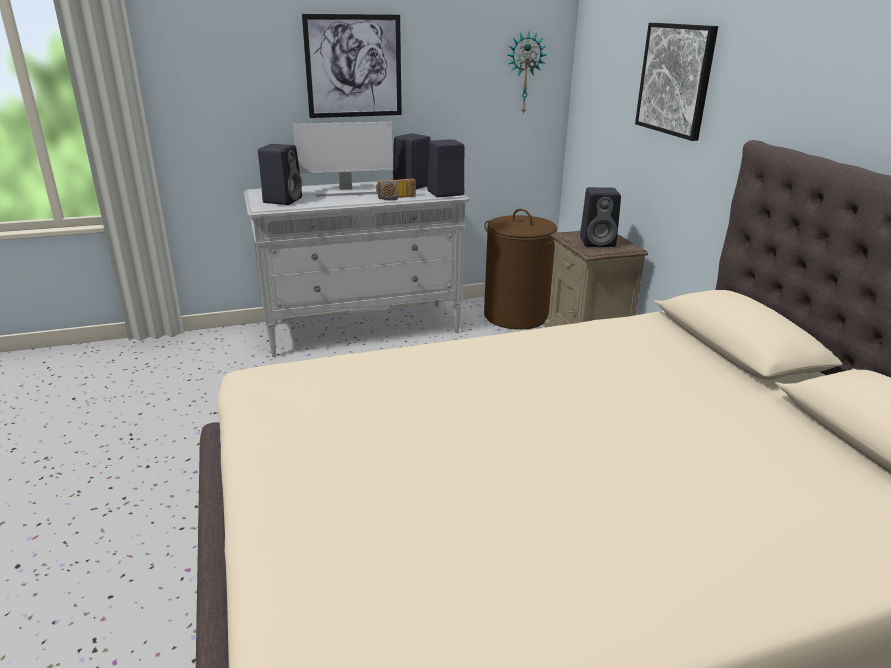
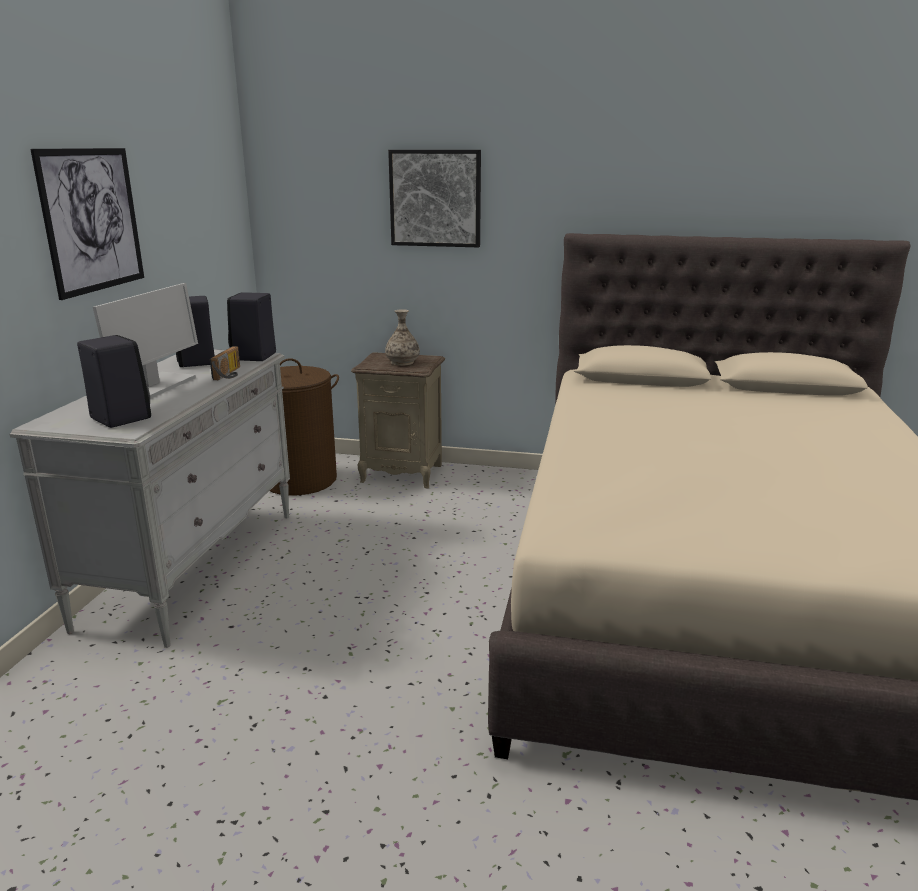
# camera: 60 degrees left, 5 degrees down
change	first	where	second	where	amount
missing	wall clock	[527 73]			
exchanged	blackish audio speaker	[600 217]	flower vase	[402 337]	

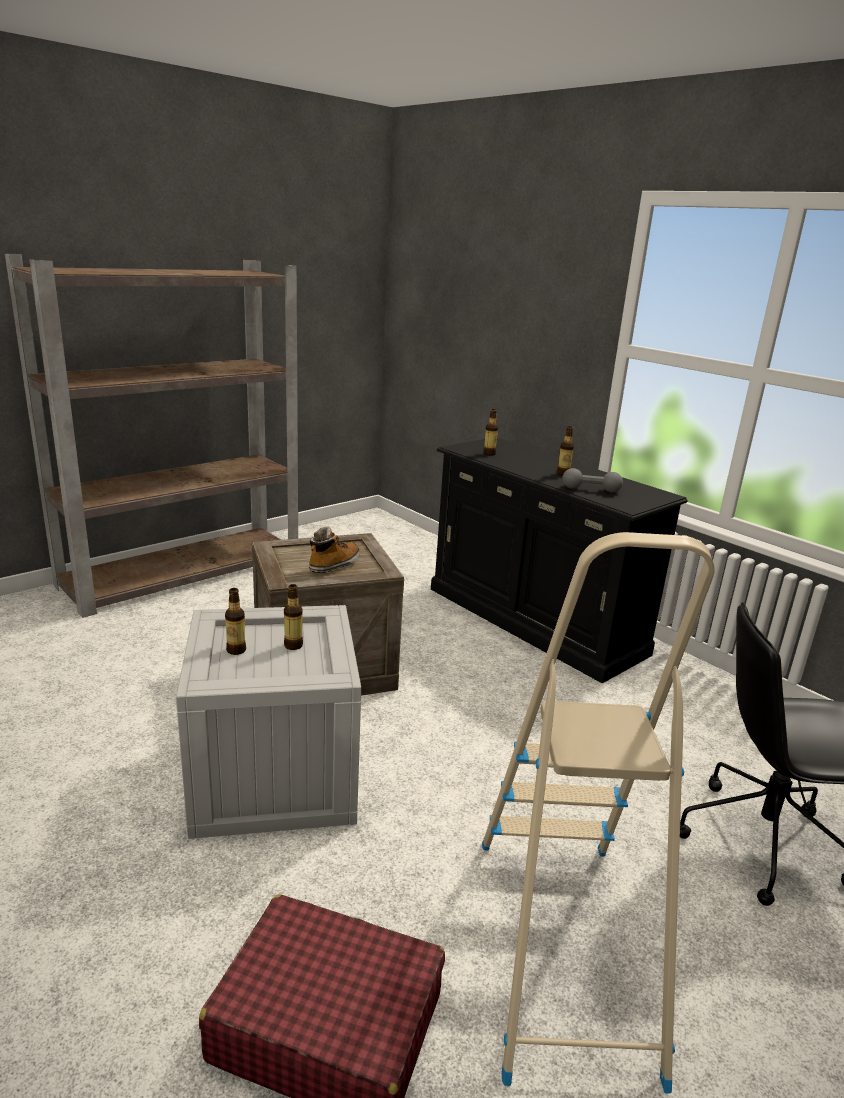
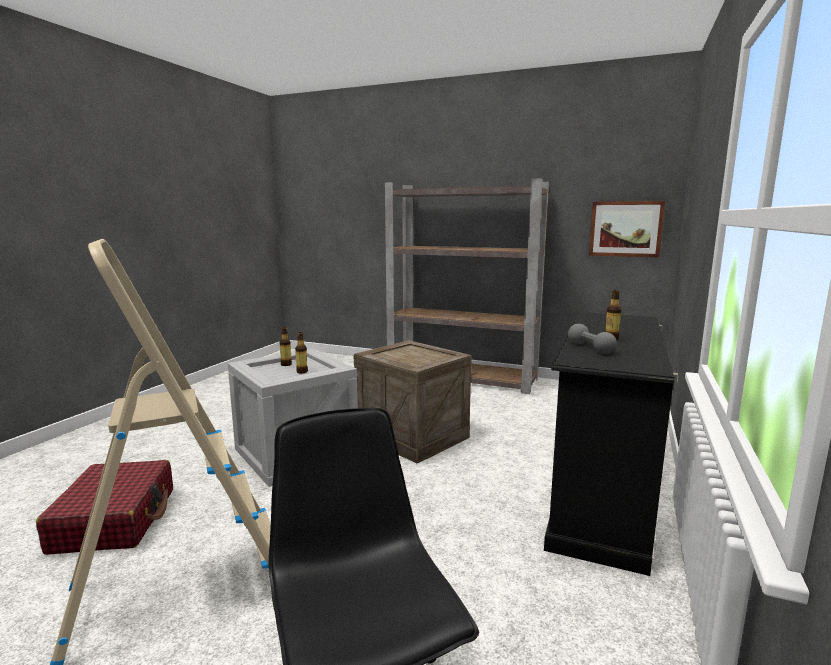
# camera: 65 degrees right, 10 degrees down
change	first	where	second	where	amount
missing	beverage bottle	[490 432]			
missing	high-top boot	[334 549]			
appeared			picture	[627 229]	

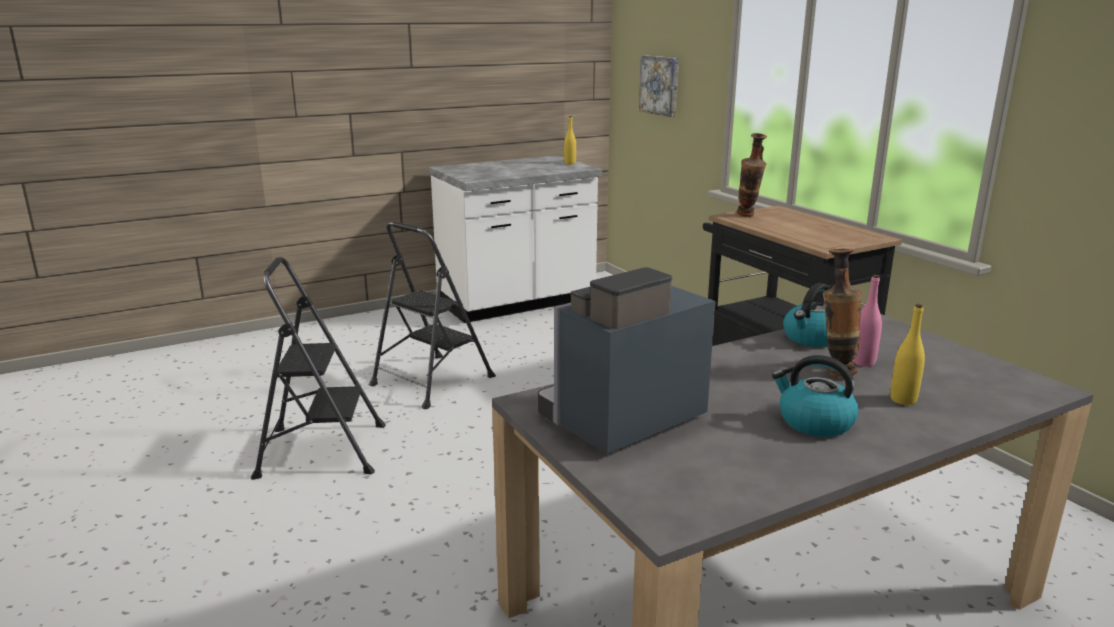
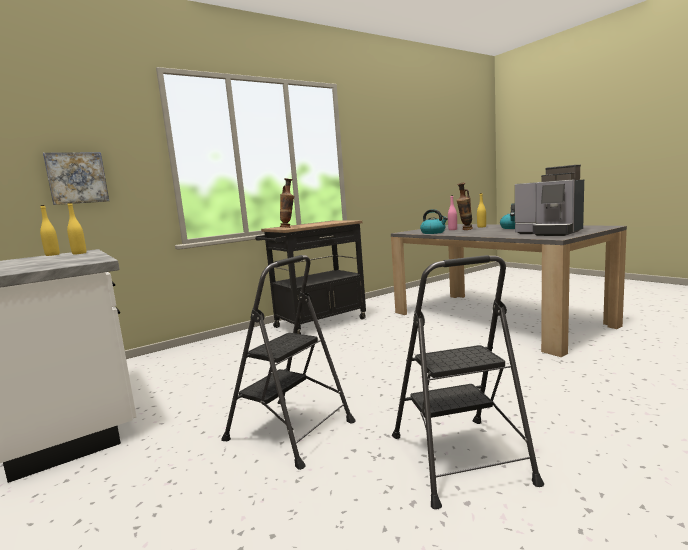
# camera: 95 degrees left, 10 degrees down
change	first	where	second	where	amount
appeared			yellow-coloured beverage bottle	[76 228]	

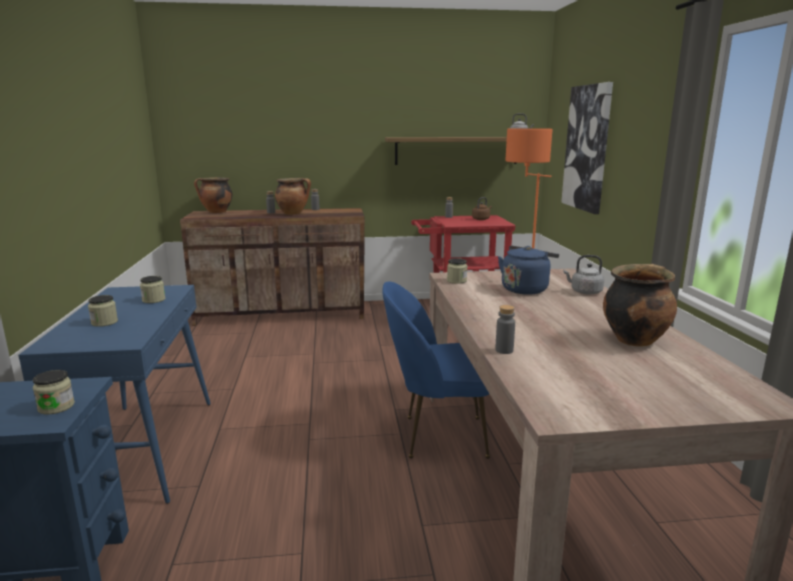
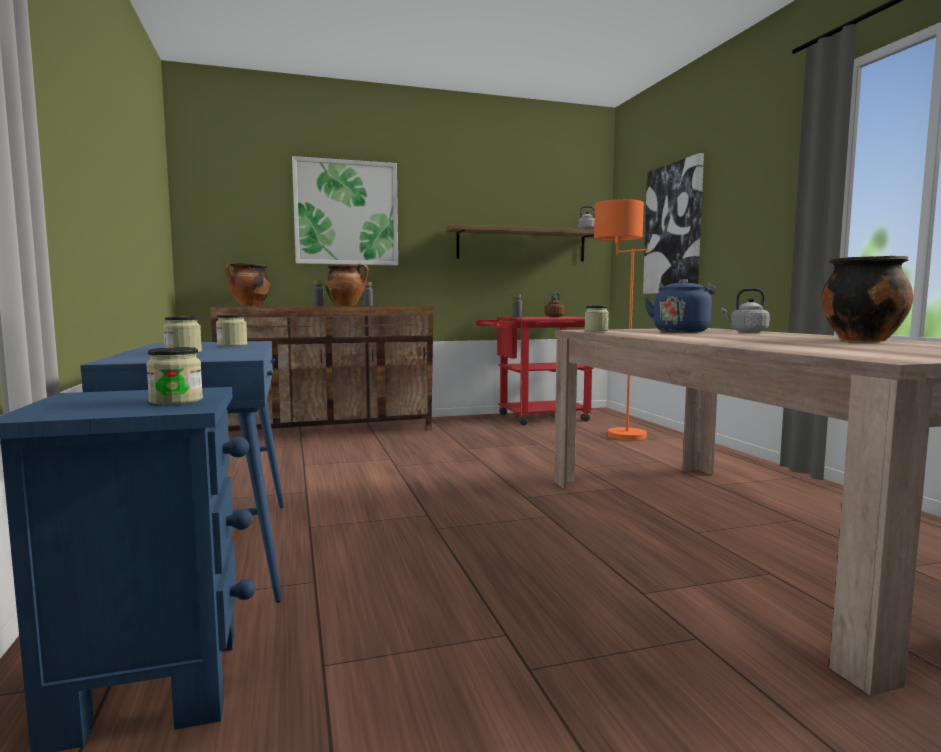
# camera: 10 degrees left, 10 degrees down
change	first	where	second	where	amount
missing	bluish plain chair	[436 370]			
missing	greyish beverage bottle	[505 329]			
appeared			picture	[345 210]	

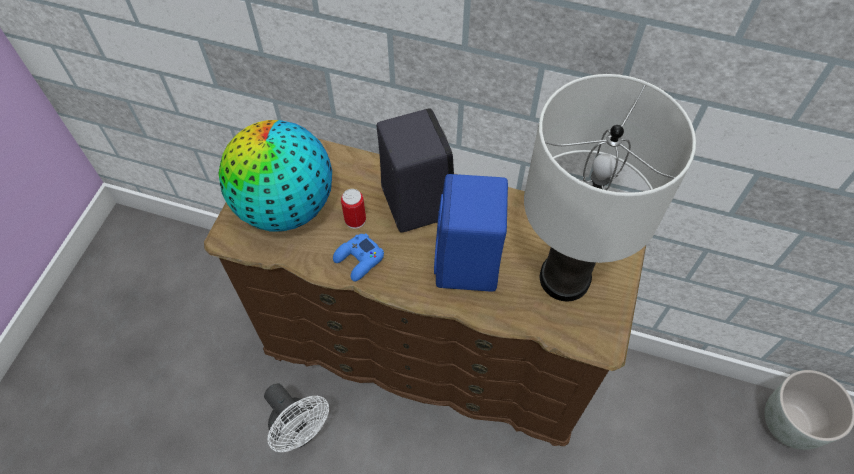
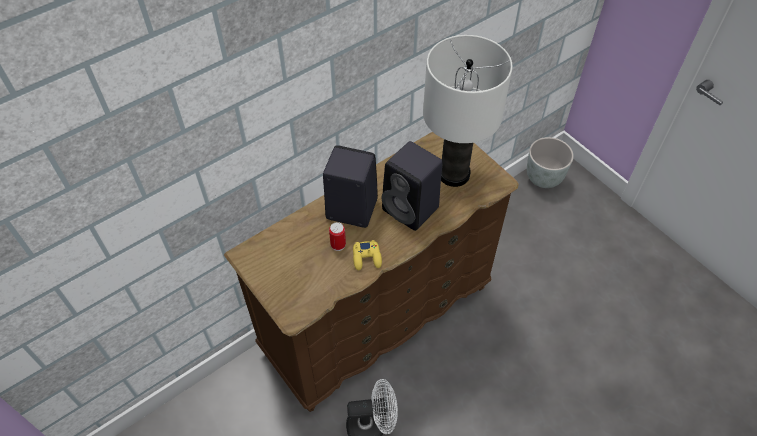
# camera: 55 degrees left, 5 degrees down
change	first	where	second	where	amount
missing	globe	[275 175]			
colour	bluish audio speaker	[471 233]	blackish audio speaker	[412 186]	
colour	bluish game controller	[358 257]	yellow-coloured game controller	[367 255]	

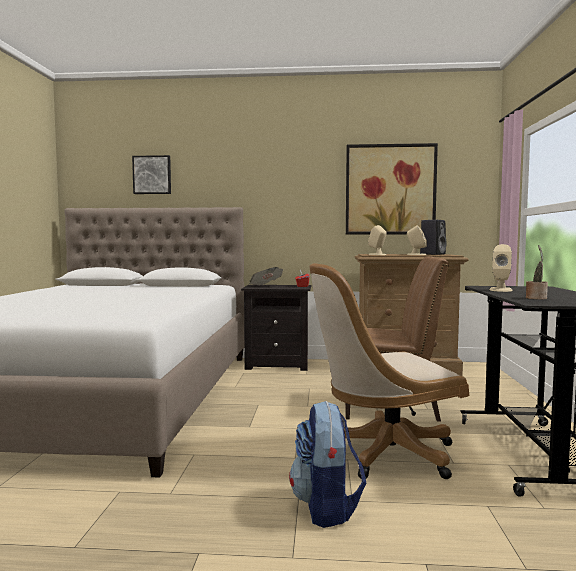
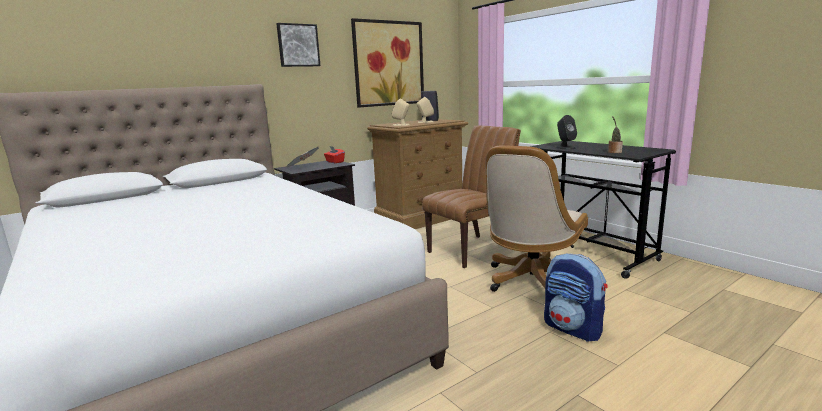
# camera: 40 degrees left, 10 degrees up
change	first	where	second	where	amount
relocated	picture	[151 174]		[298 45]	
colour	sand-coloured audio speaker	[501 268]	blackish audio speaker	[566 132]	

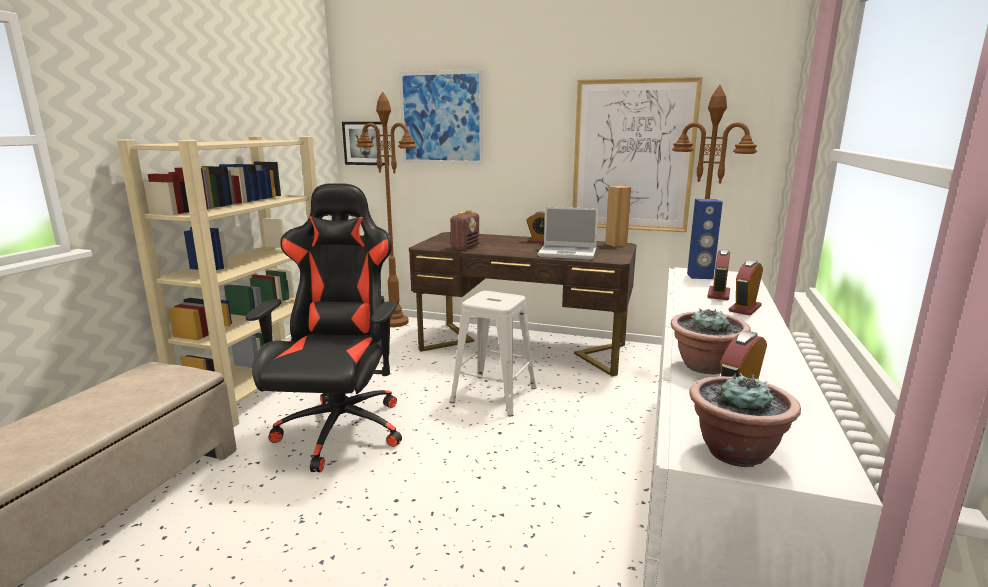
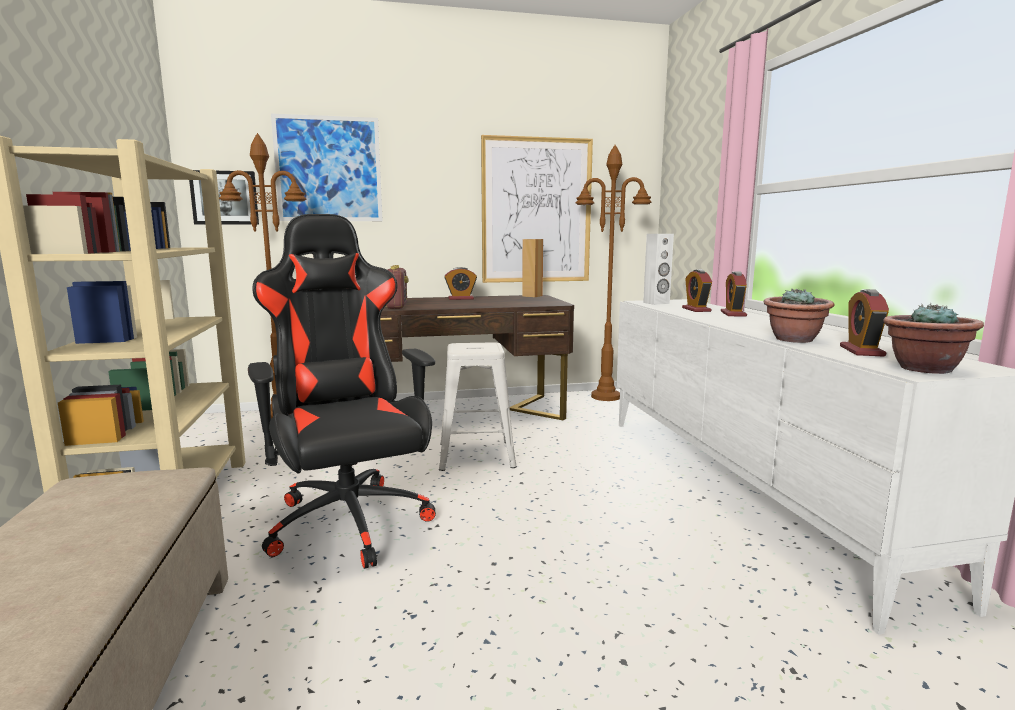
# camera: 30 degrees left, 5 degrees down
change	first	where	second	where	amount
colour	bluish audio speaker	[705 239]	whitish audio speaker	[658 269]	
missing	notebook computer	[568 233]			

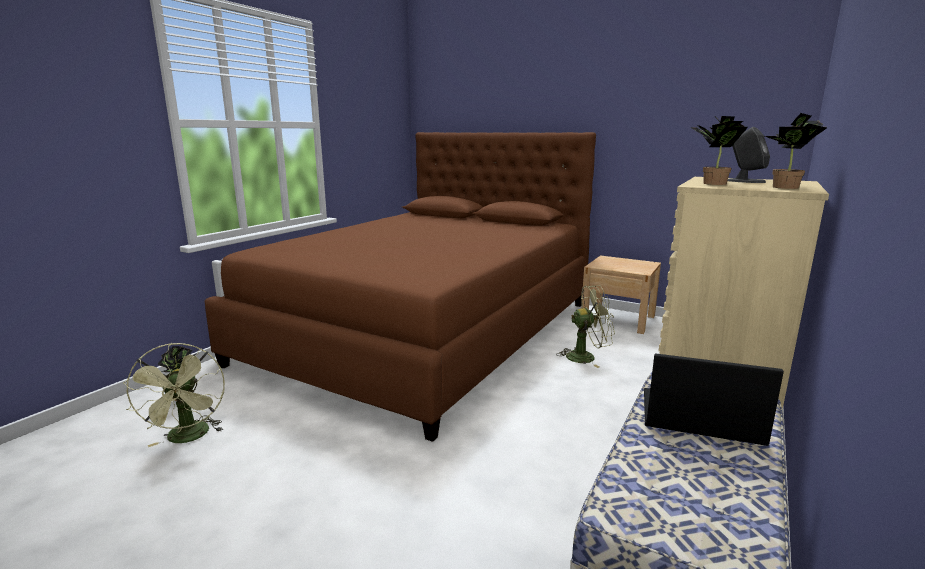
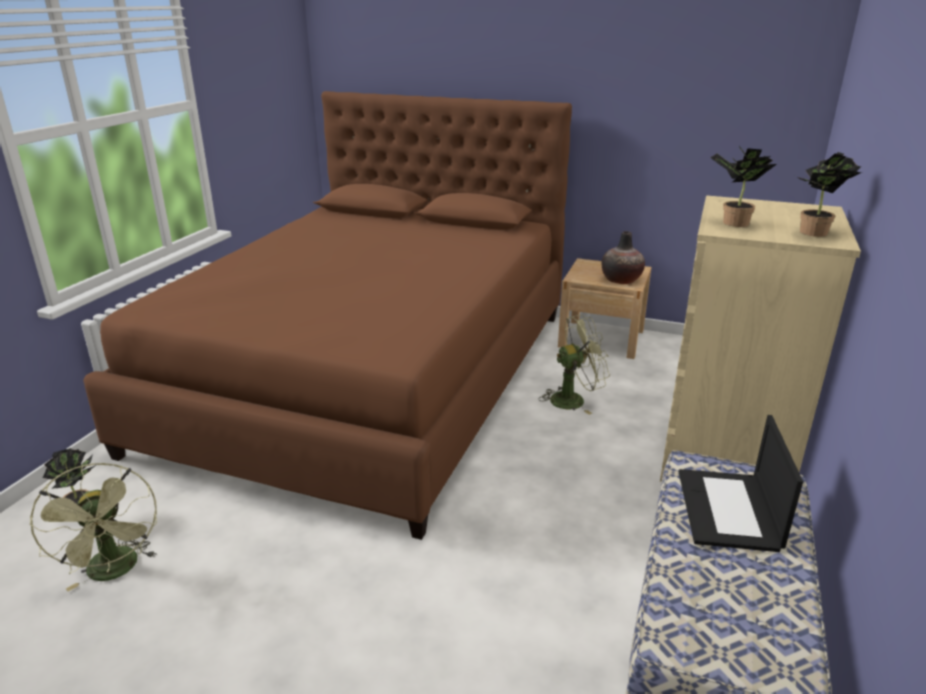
# camera: 10 degrees left, 10 degrees up
change	first	where	second	where	amount
missing	greyish audio speaker	[749 155]			
spun	notebook computer	[714 400]		[741 483]	90 degrees counterclockwise
appeared			flower vase	[623 257]	

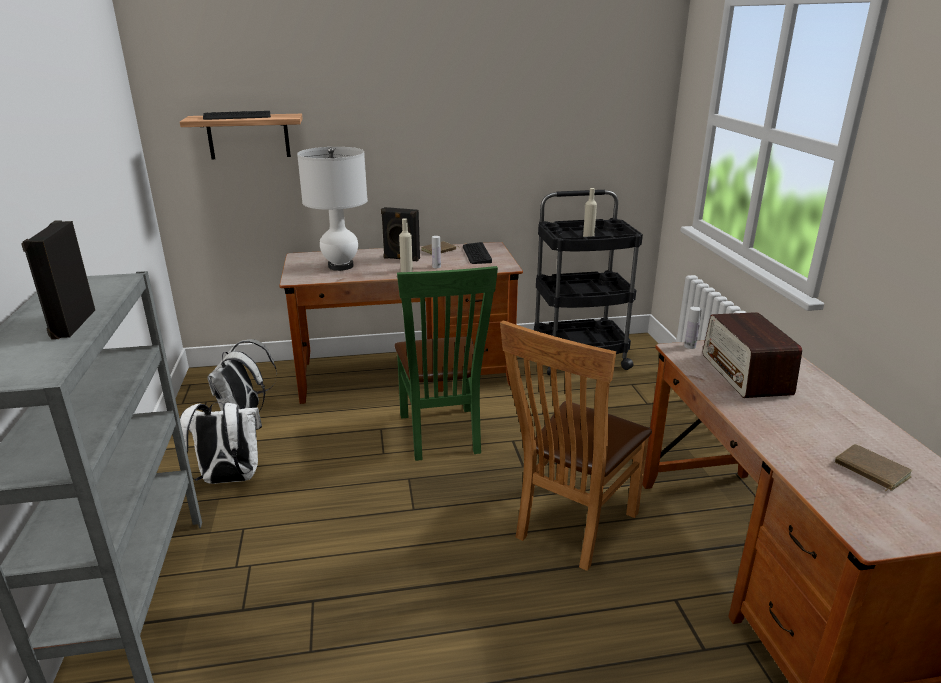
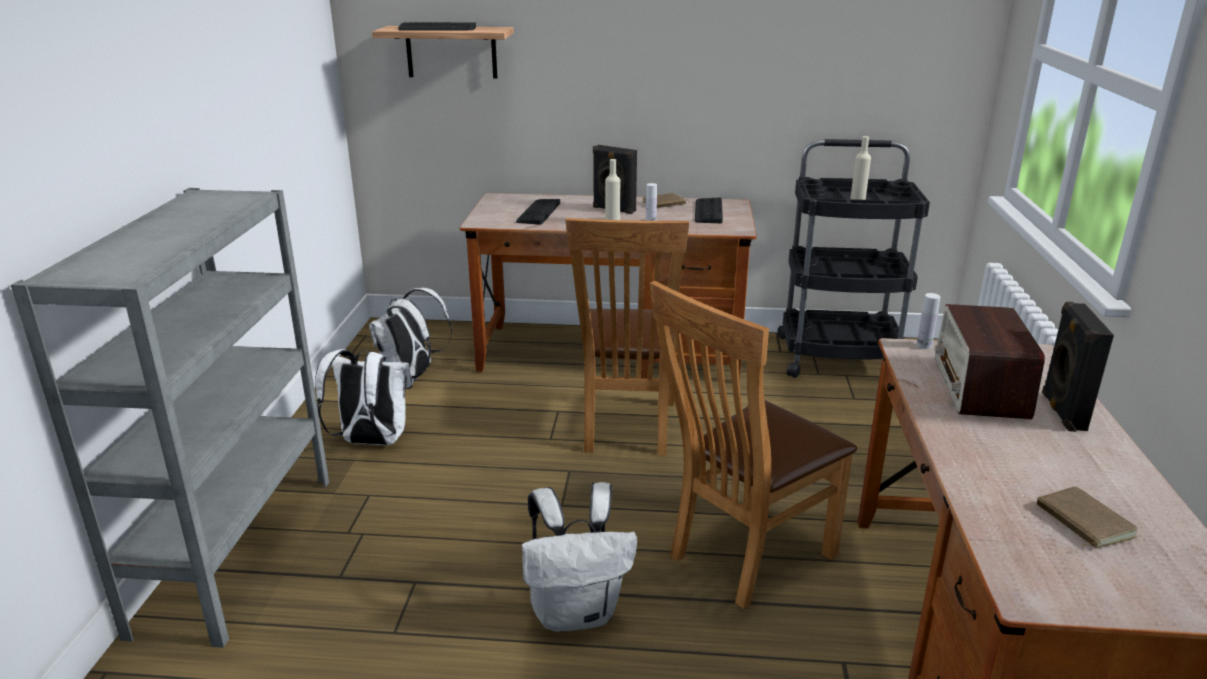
# camera: 15 degrees right, 0 degrees up
change	first	where	second	where	amount
exchanged	whitish tabletop lamp	[332 209]	keyboard	[538 212]	
relocated	blackish audio speaker	[58 280]		[1078 367]	
colour	green-coloured plain chair	[446 363]	brownish plain chair	[627 337]	
appeared			whitish backpack	[579 557]	

